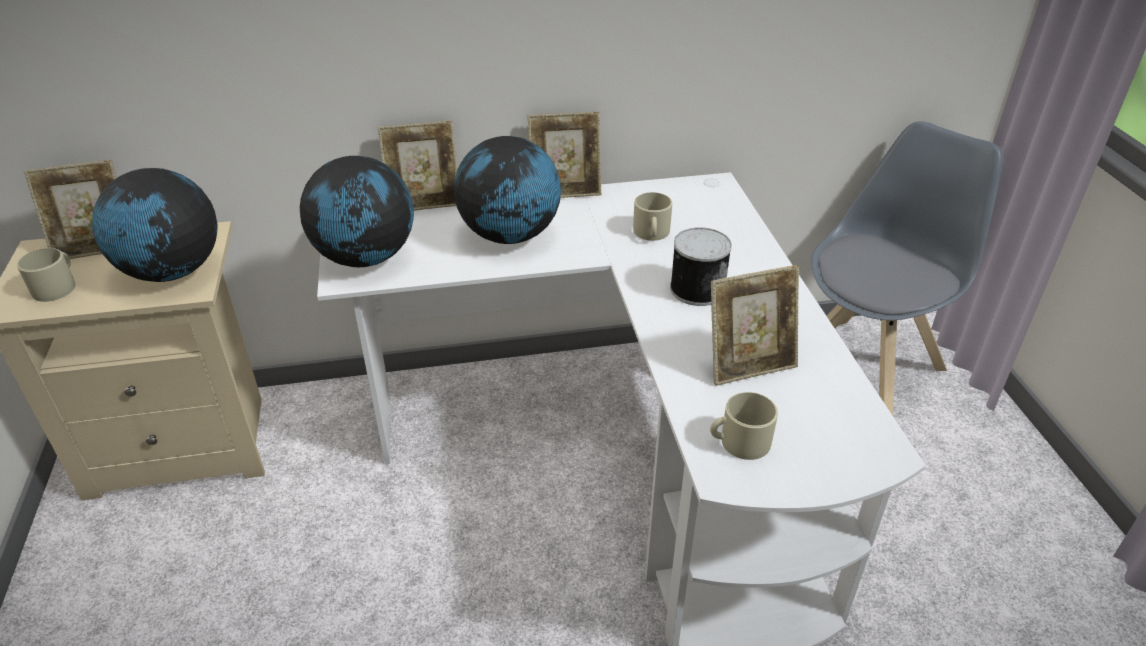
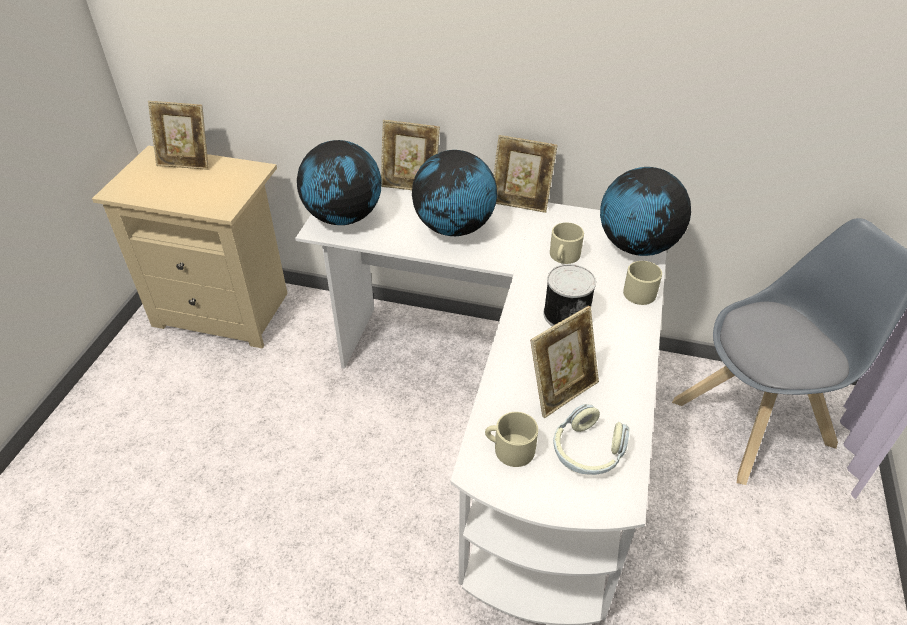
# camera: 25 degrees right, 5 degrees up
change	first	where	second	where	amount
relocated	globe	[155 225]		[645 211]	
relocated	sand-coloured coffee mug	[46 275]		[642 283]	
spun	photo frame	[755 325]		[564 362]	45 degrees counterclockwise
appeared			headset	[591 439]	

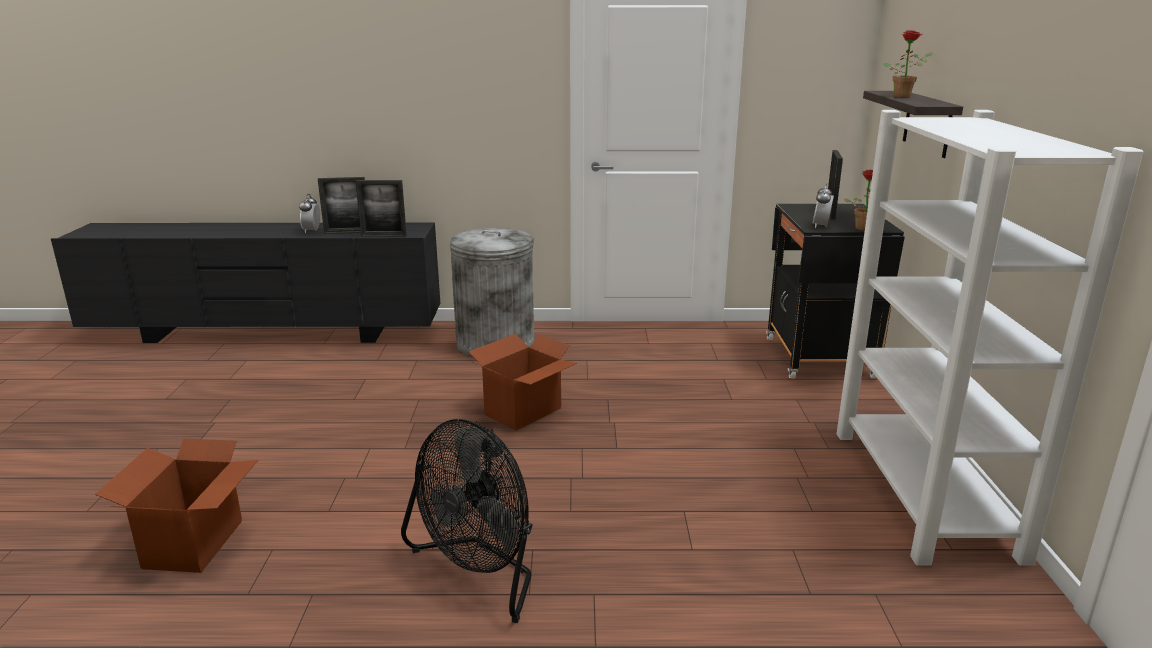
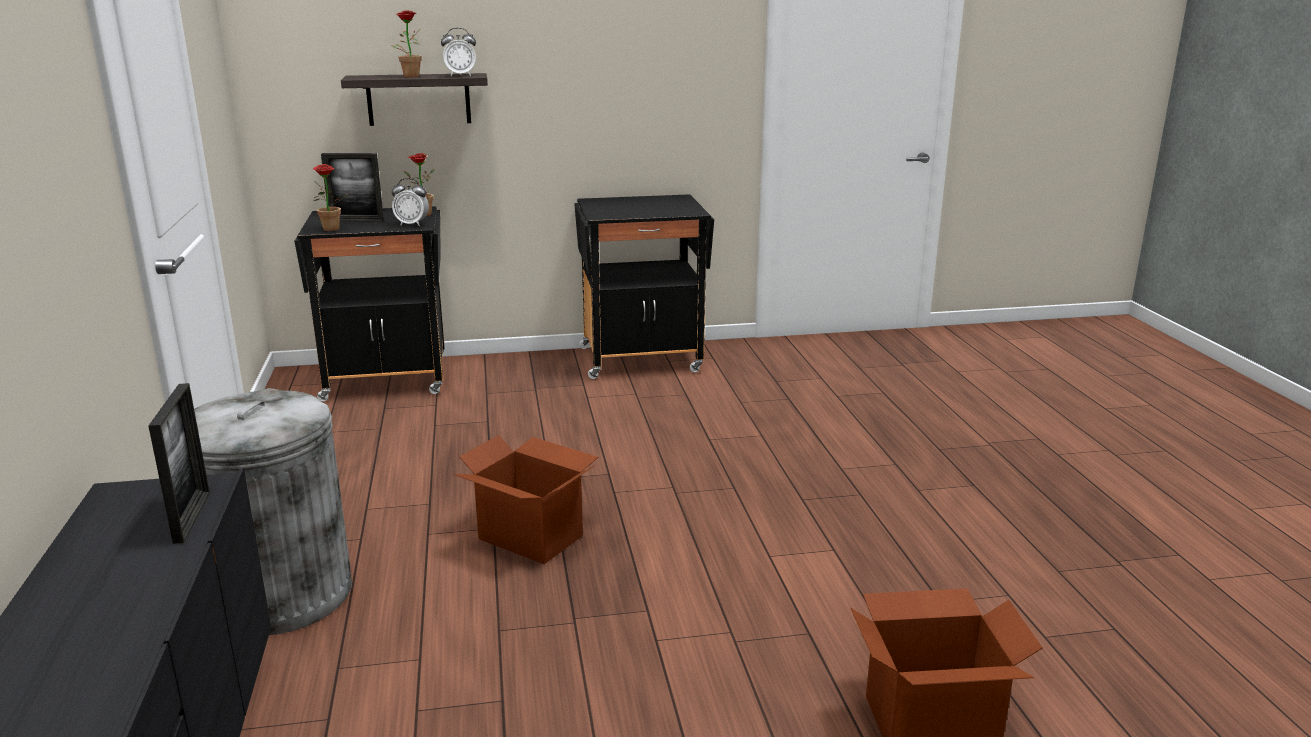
# camera: 100 degrees left, 0 degrees up
change	first	where	second	where	amount
exchanged	whitish shelving unit	[990 338]	blackish trolley	[644 286]	
missing	photo frame	[341 205]			
relocated	bedside clock	[309 213]		[458 52]	
missing	blackish fan	[467 521]			
appeared			plant in a pot	[331 197]	

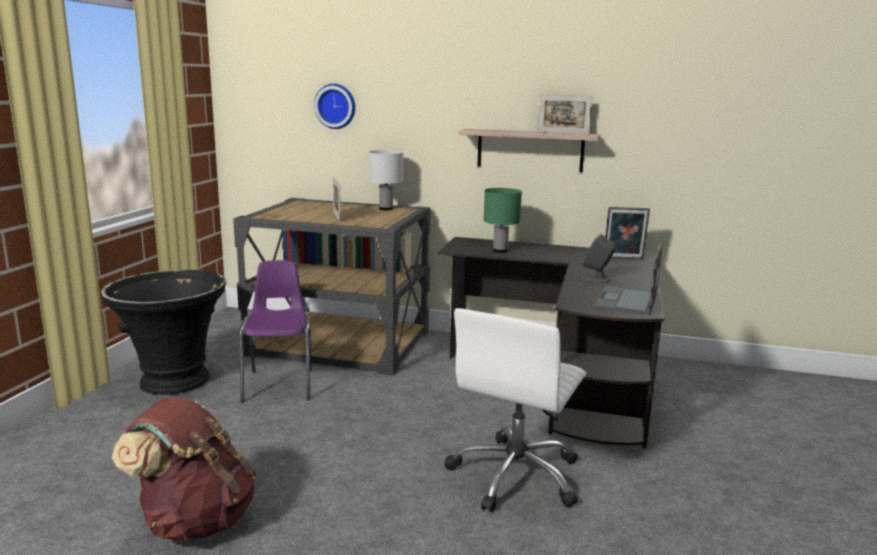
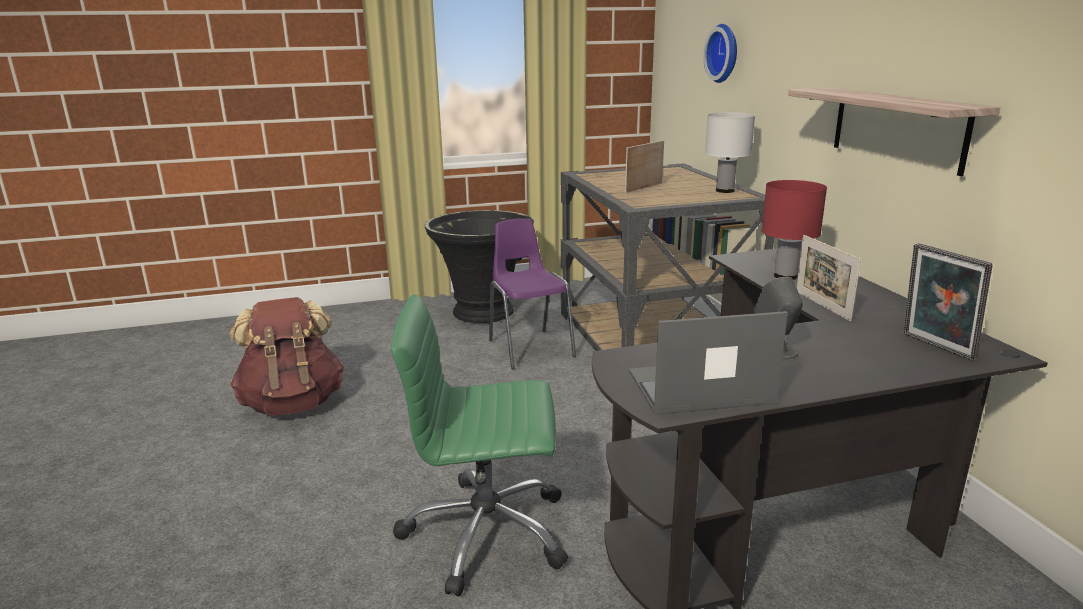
# camera: 60 degrees right, 5 degrees up
change	first	where	second	where	amount
relocated	photo frame	[565 114]		[829 278]	
colour	green-coloured tabletop lamp	[502 220]	reddish tabletop lamp	[794 230]	
spun	purple plain chair	[275 331]		[532 293]	75 degrees counterclockwise
colour	whitish computer chair	[515 410]	green-coloured computer chair	[479 445]	

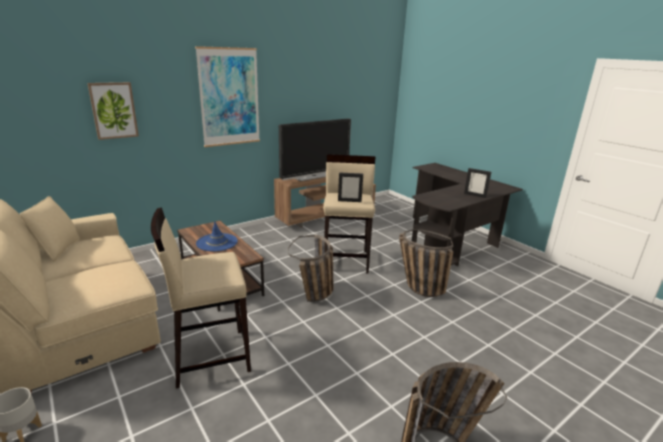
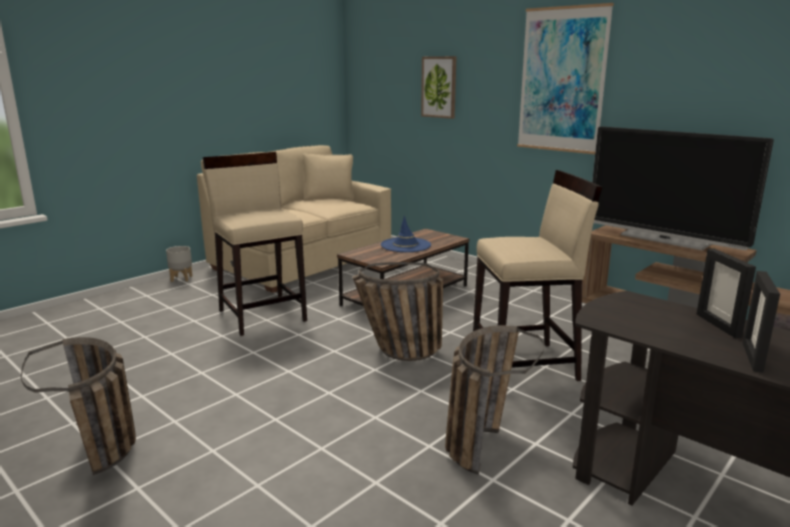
# camera: 80 degrees right, 5 degrees down
change	first	where	second	where	amount
relocated	photo frame	[350 187]		[726 293]	

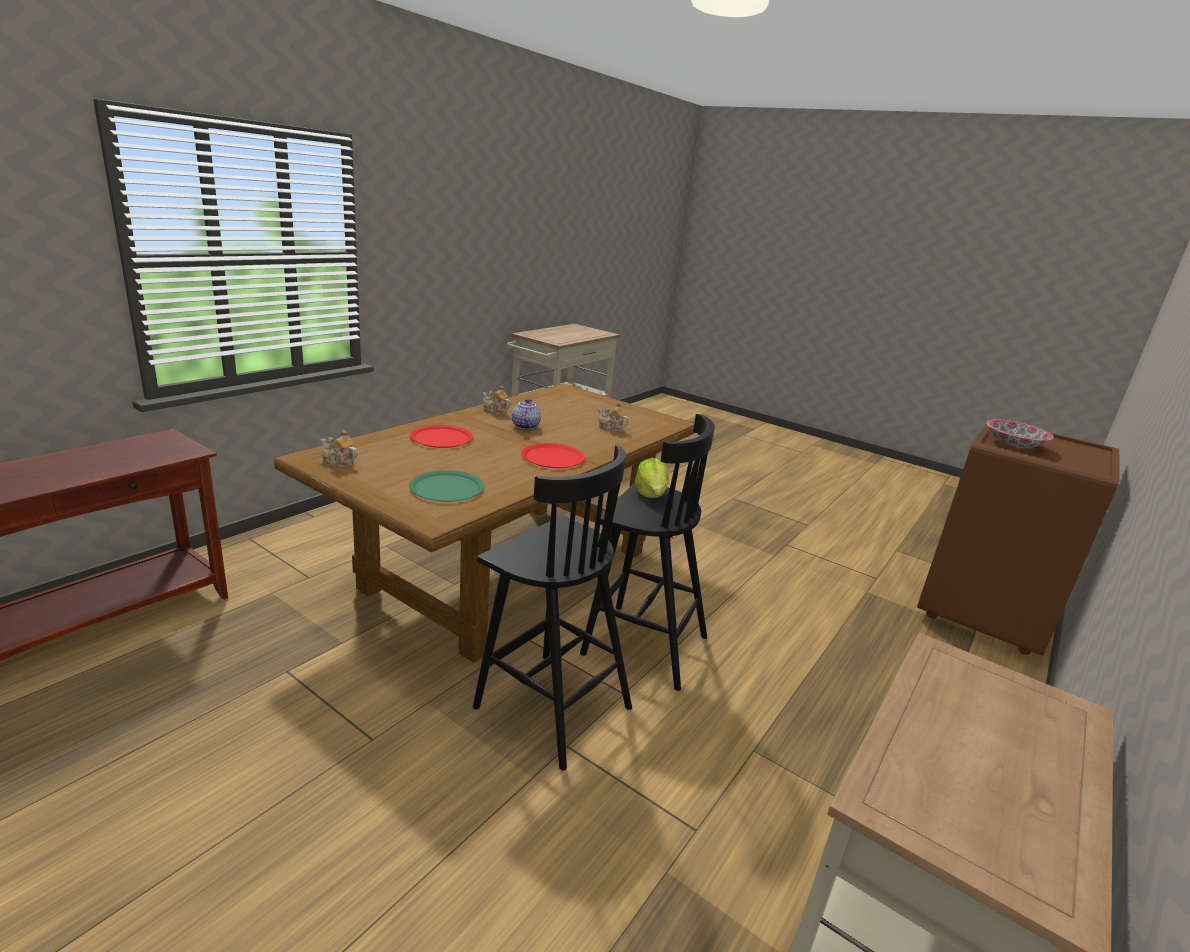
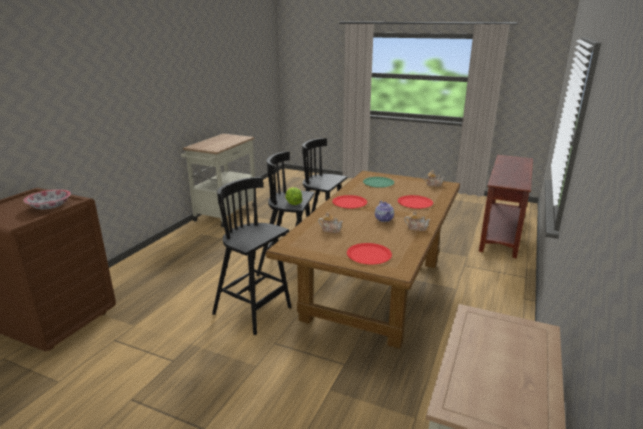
# camera: 170 degrees right, 0 degrees up
change	first	where	second	where	amount
appeared			blackish stool seat	[252 256]	
appeared			reddish flat dish	[369 253]	

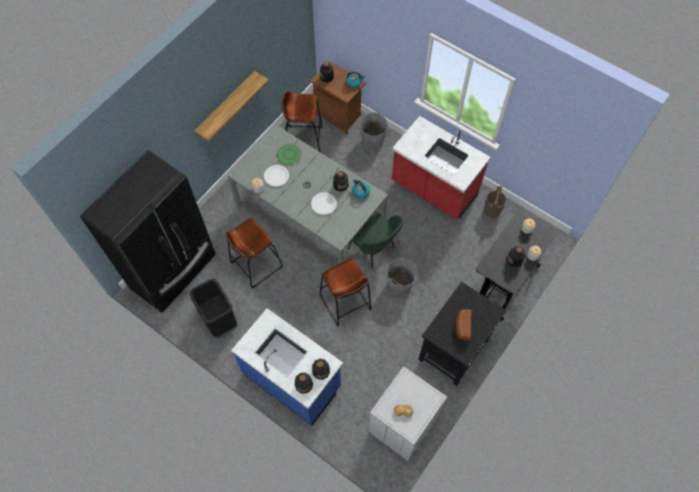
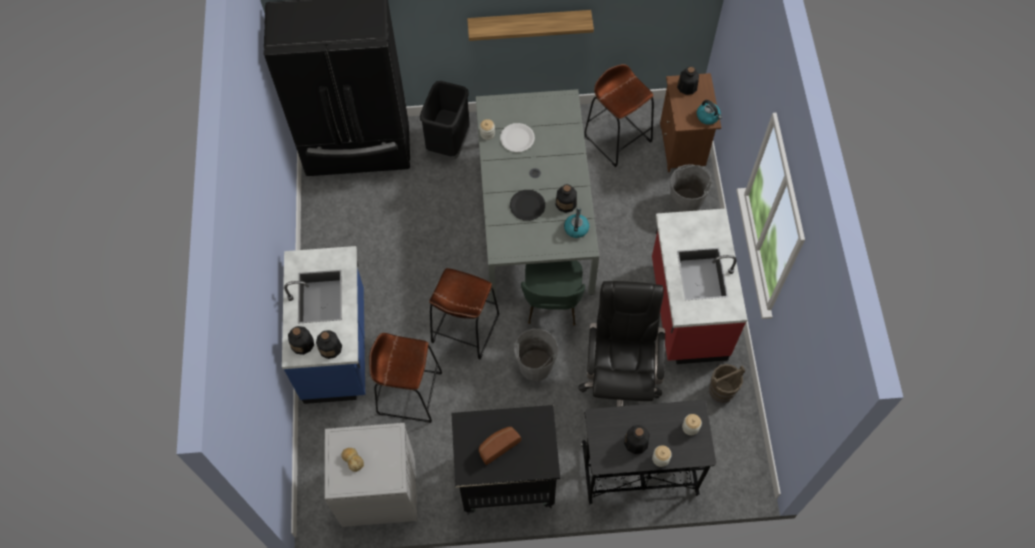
# camera: 50 degrees right, 0 degrees up
change	first	where	second	where	amount
missing	green-coloured flat dish	[289 154]			
colour	whitish flat dish	[324 203]	blackish flat dish	[527 205]	
relocated	brownish stool seat	[254 253]		[405 378]	
relocated	blackish trash can	[214 308]		[445 120]	
appeared			blackish computer chair	[621 344]	

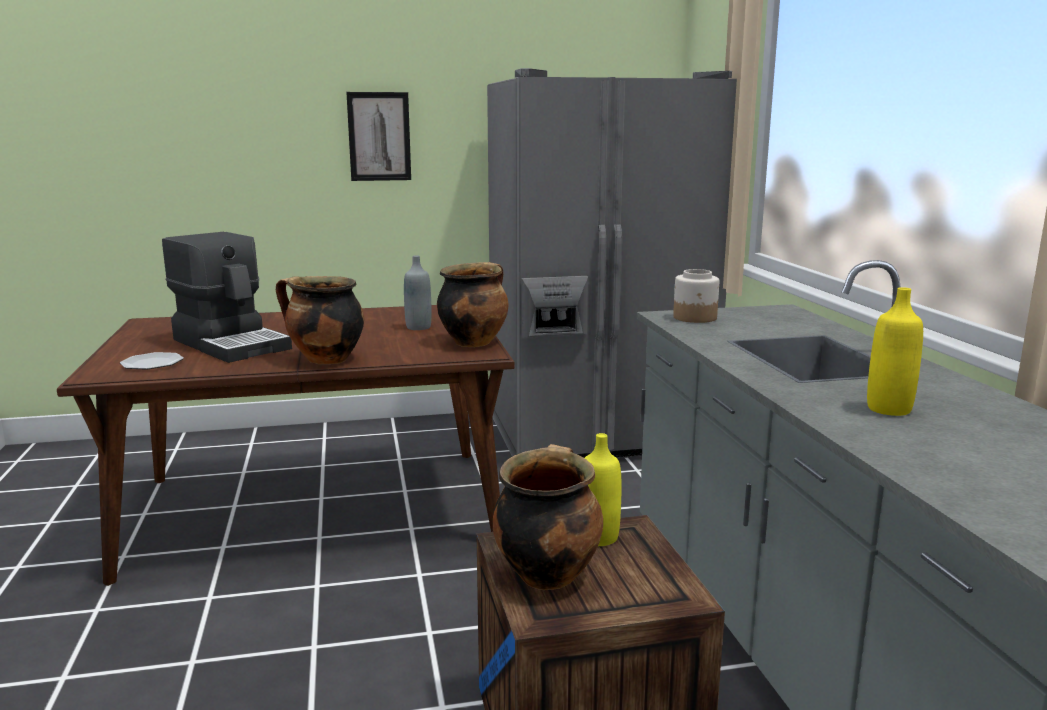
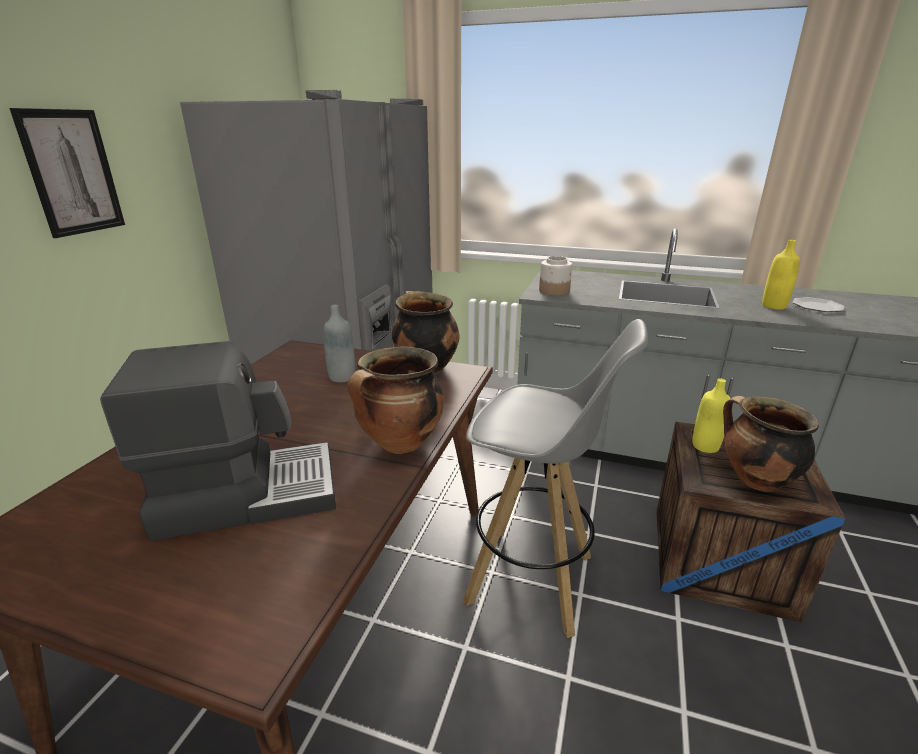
# camera: 60 degrees left, 10 degrees up
change	first	where	second	where	amount
relocated	flat dish	[152 360]		[818 304]	
appeared			greyish stool seat	[555 478]	

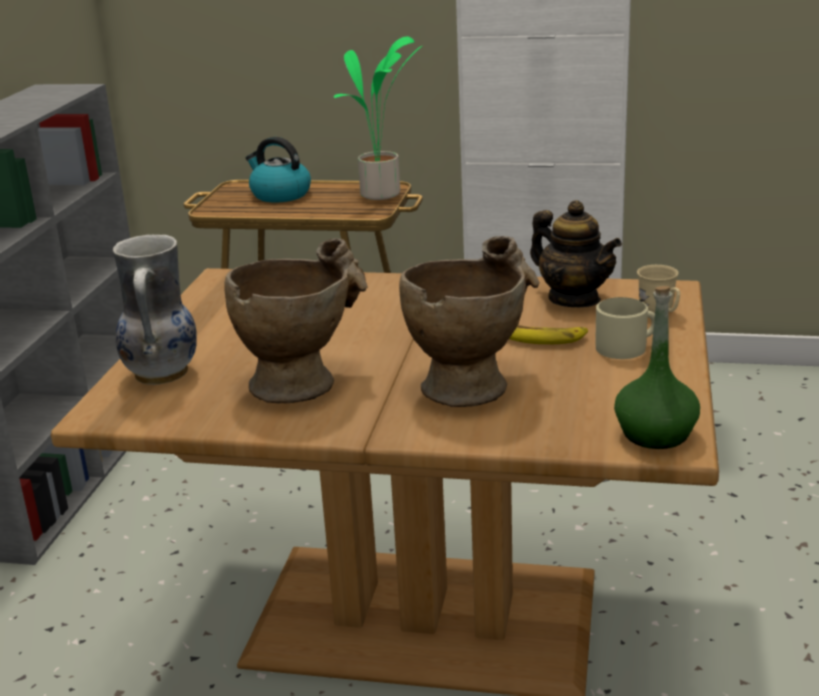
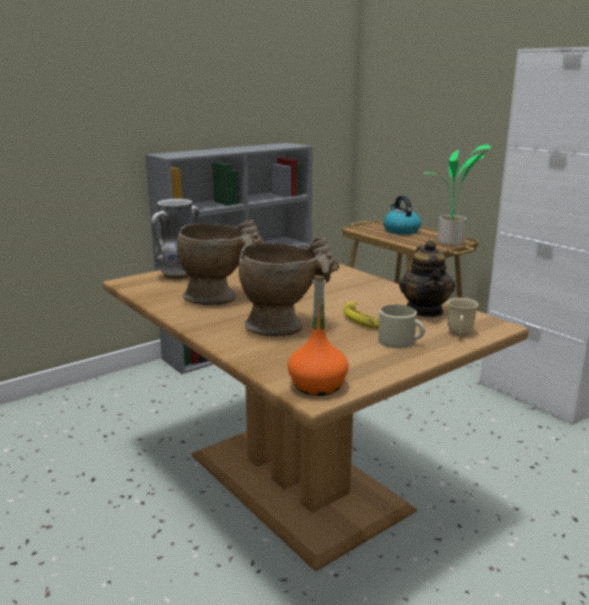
# camera: 40 degrees right, 5 degrees down
change	first	where	second	where	amount
colour	green-coloured beverage bottle	[657 367]	orangey beverage bottle	[318 336]	

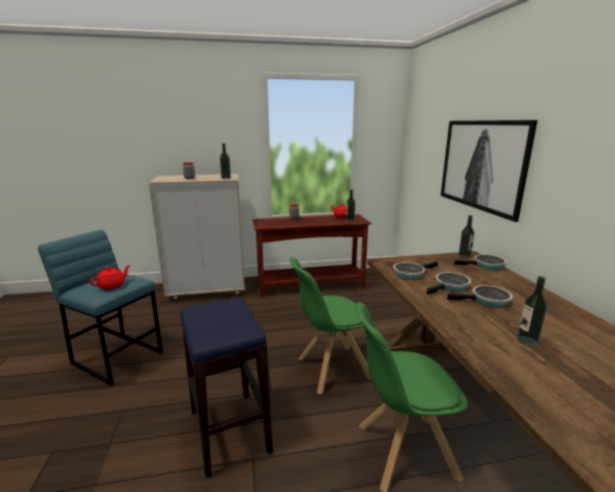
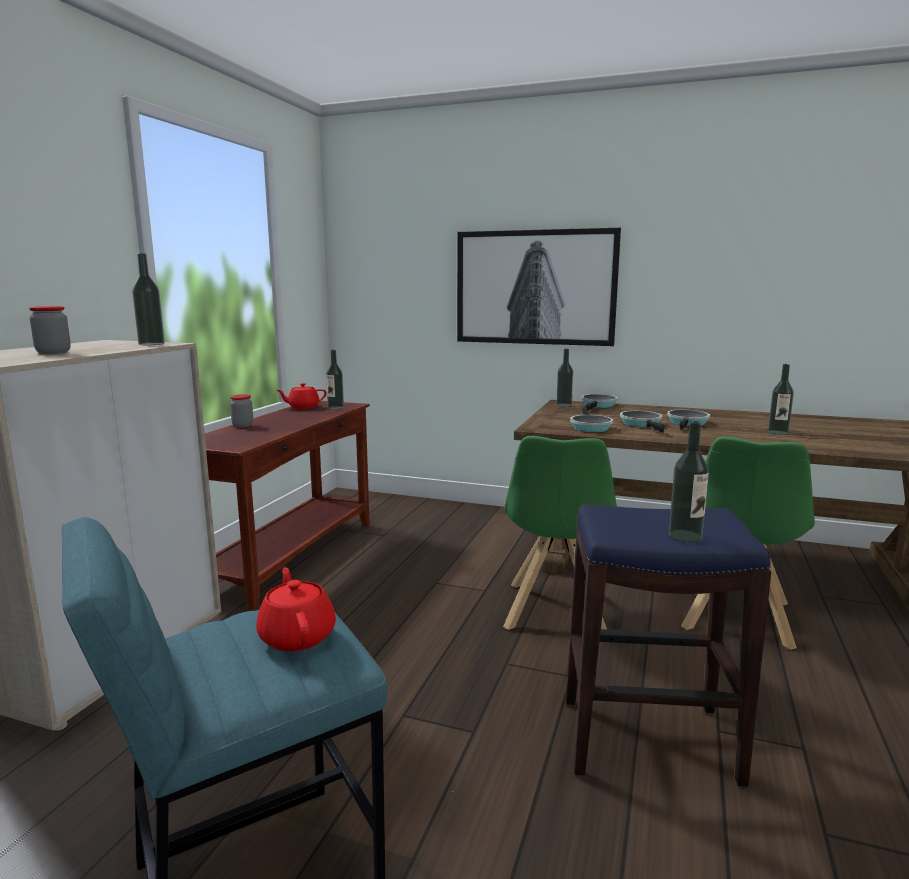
# camera: 60 degrees left, 5 degrees down
change	first	where	second	where	amount
appeared			beverage bottle	[689 481]	

